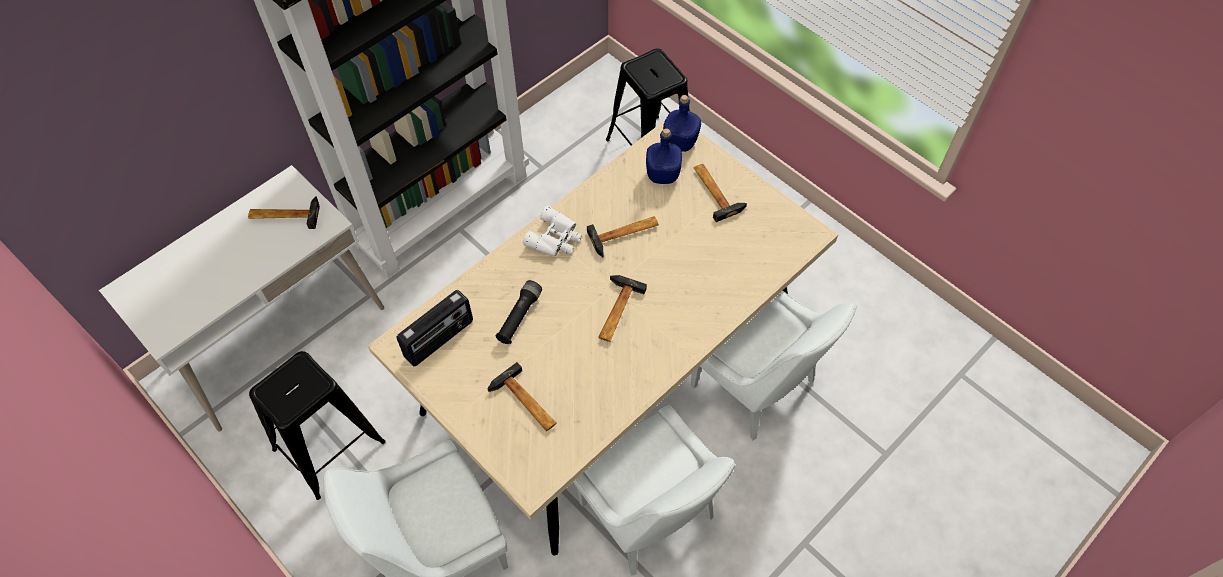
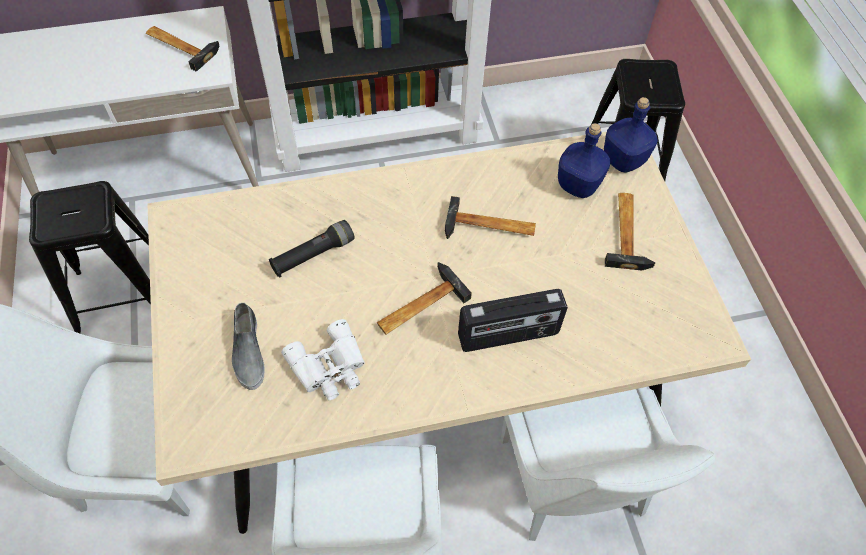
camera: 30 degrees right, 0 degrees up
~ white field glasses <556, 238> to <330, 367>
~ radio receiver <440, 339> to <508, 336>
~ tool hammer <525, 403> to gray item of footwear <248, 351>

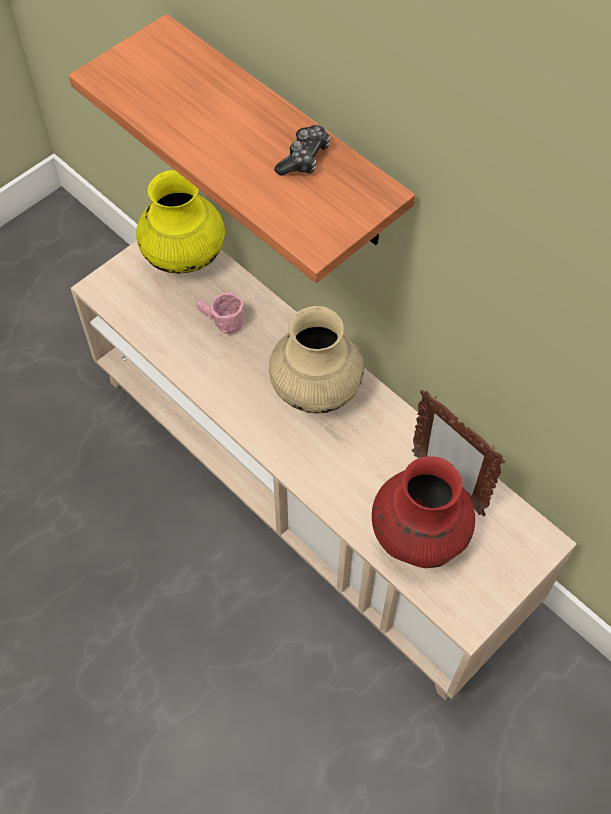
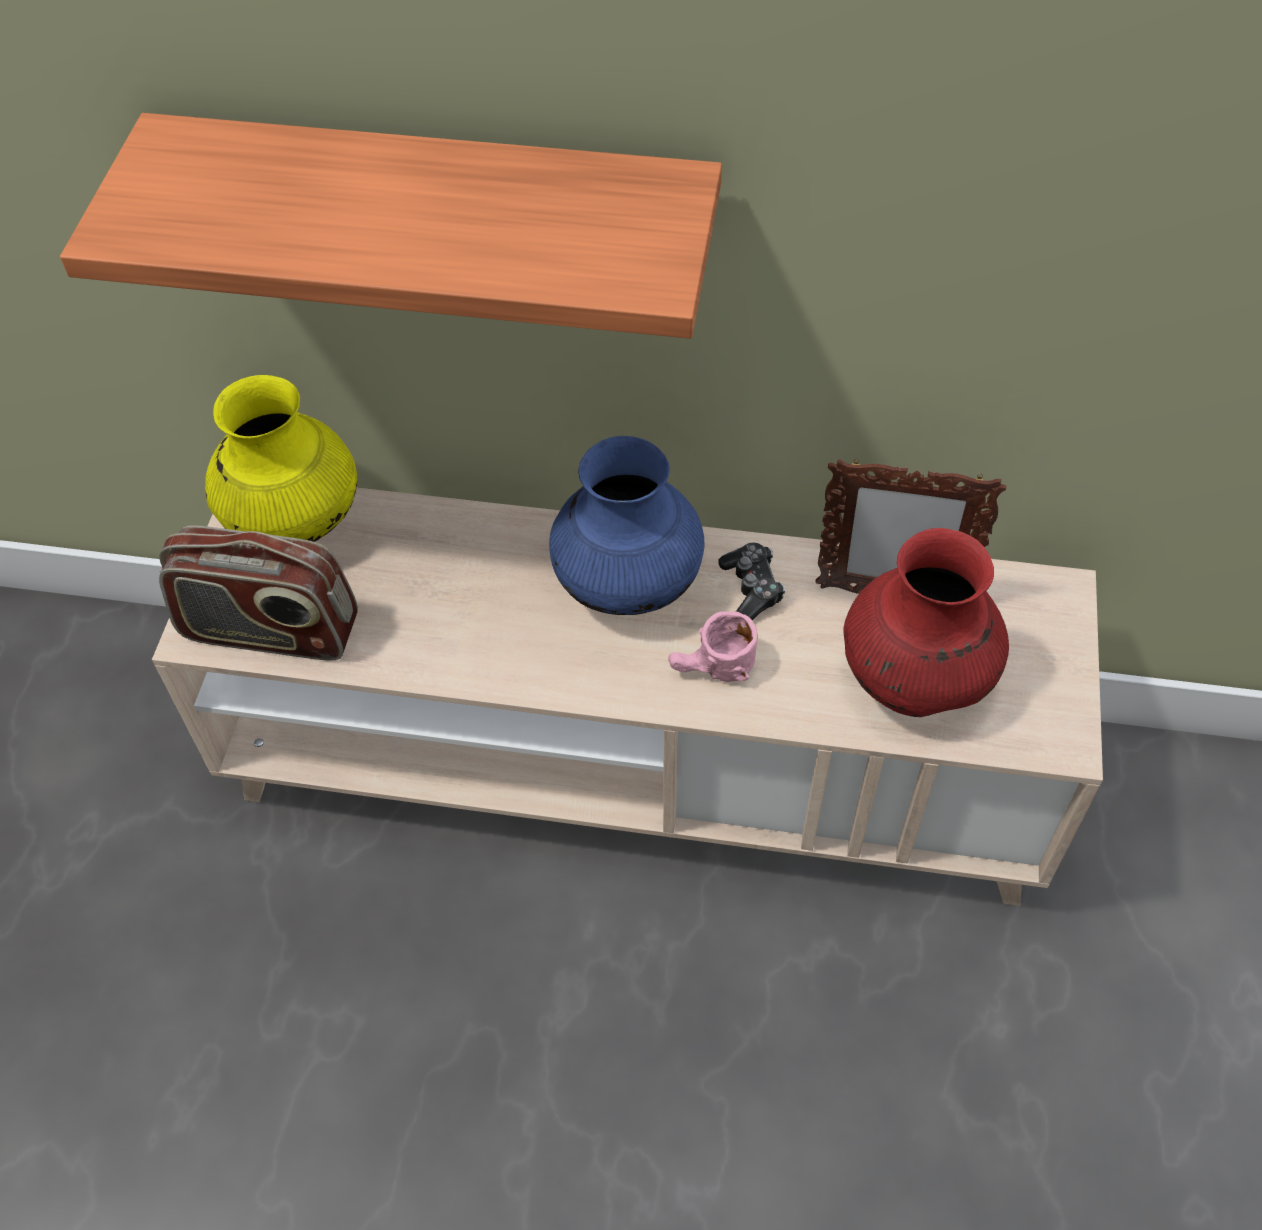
camera: 35 degrees left, 5 degrees down
~ joypad <304, 158> to <752, 588>
~ pinkish mug <220, 322> to <713, 671>
~ sand-coloured flower vase <316, 391> to bluish flower vase <628, 586>
+ radio receiver <270, 631>

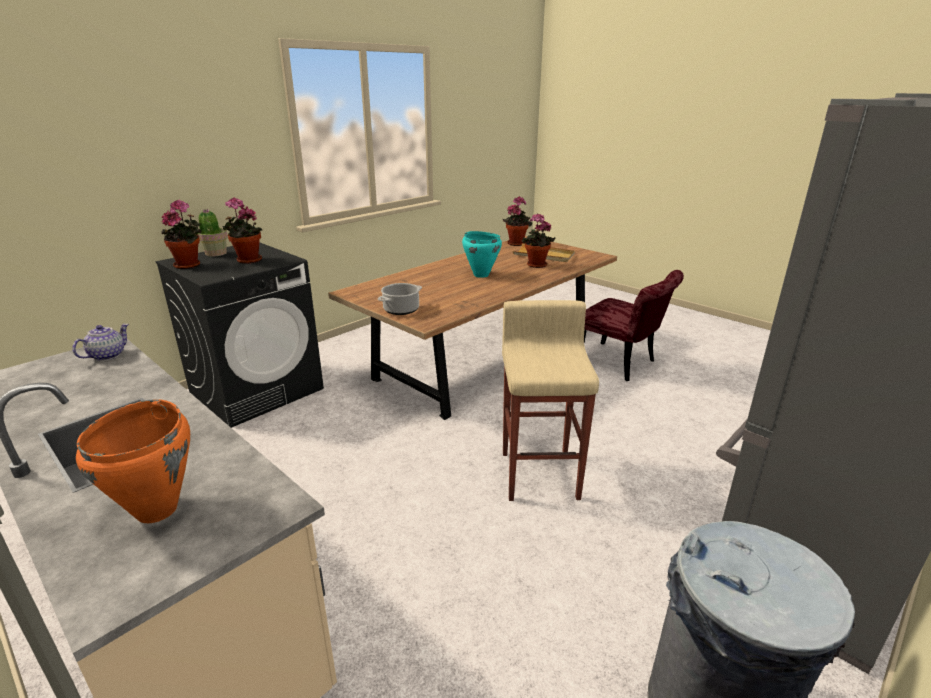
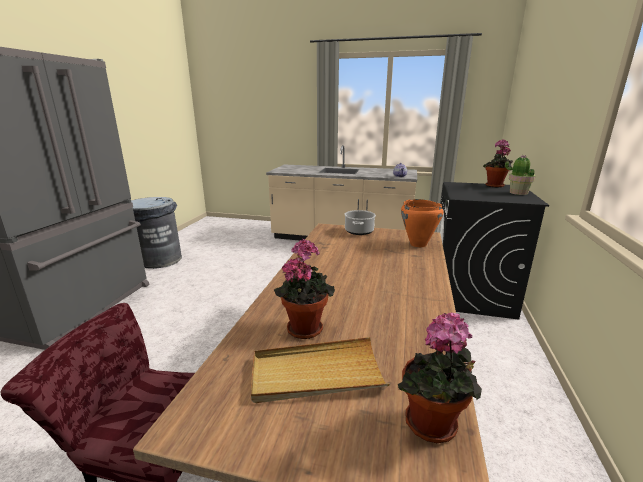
camera: 150 degrees right, 5 degrees down
- plant in a pot <247, 261>
- blue-green stockpot <481, 275>
- sand-coloured sitting stool <540, 474>
~ orange stockpot <158, 509> to <418, 244>

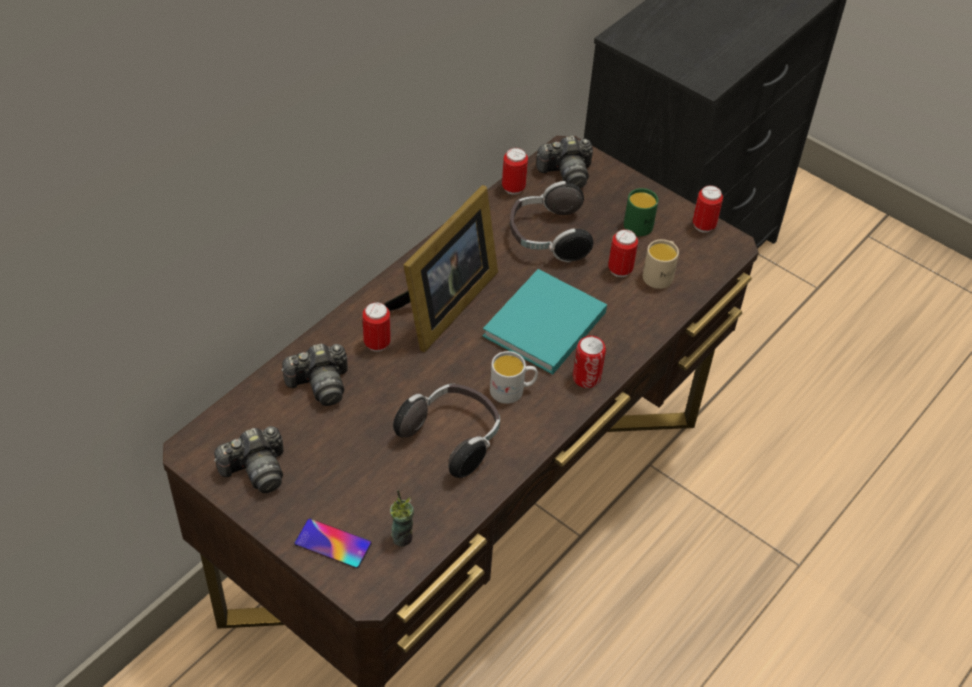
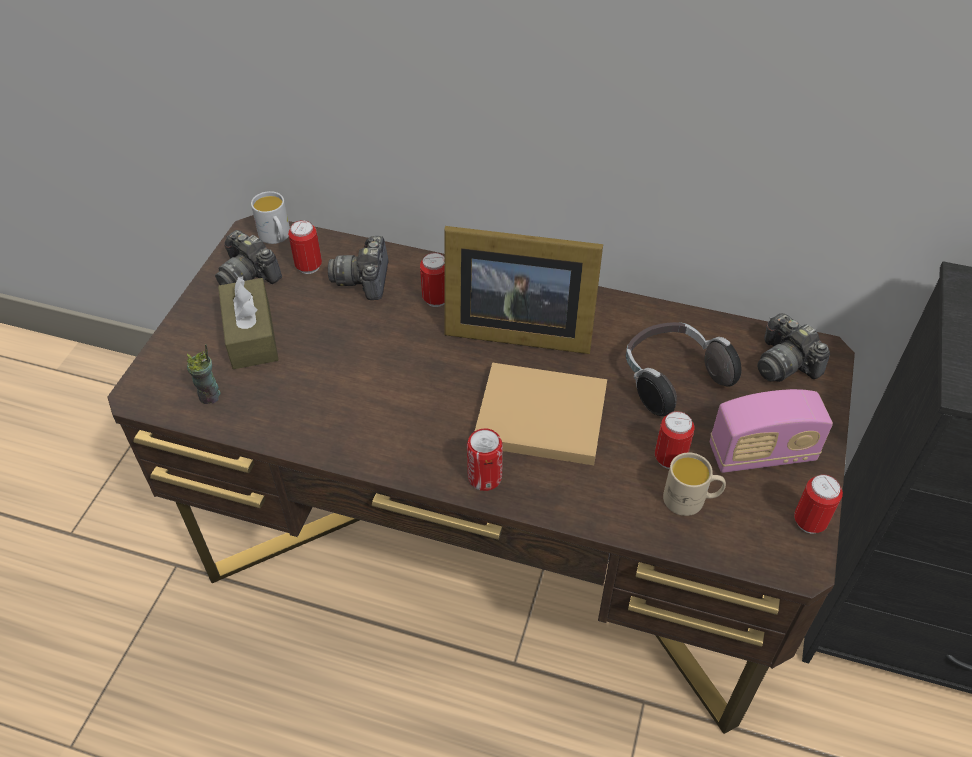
camera: 70 degrees right, 0 degrees up
~ sealed can <513, 188> to <309, 266>
~ green-coloured mug <639, 222> to radio receiver <761, 454>
~ blue-green bound book <542, 326> to sand-coloured bound book <536, 416>
~ photo camera <320, 384> = <364, 279> 45 degrees clockwise
~ white mug <512, 390> to <277, 237>
- pair of headphones <452, 438>
- telephone <333, 544>
+ brown box of tissues <251, 335>

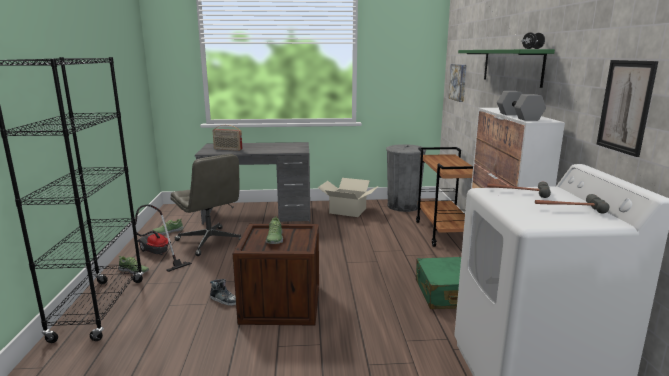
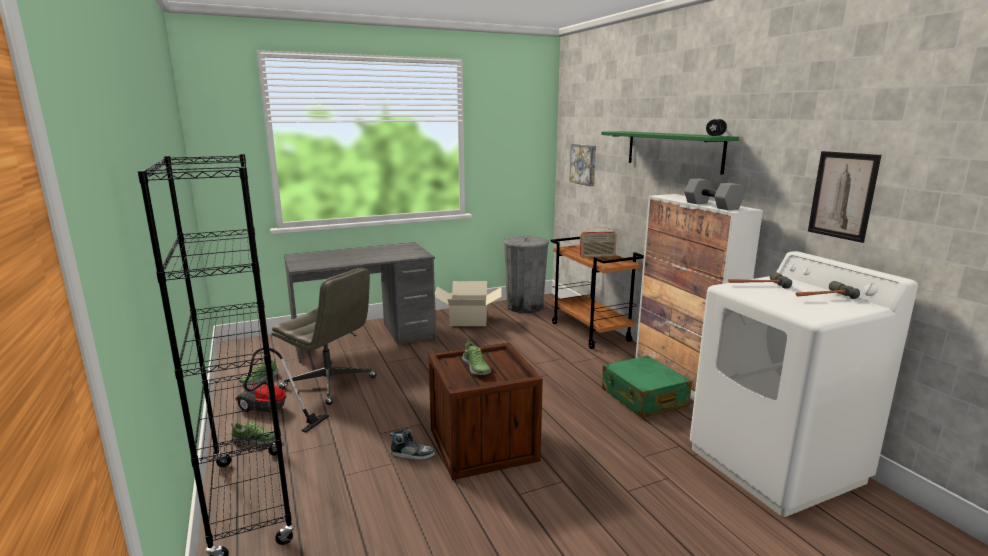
camera: 20 degrees left, 0 degrees up
~ radio receiver <227, 149> to <597, 256>

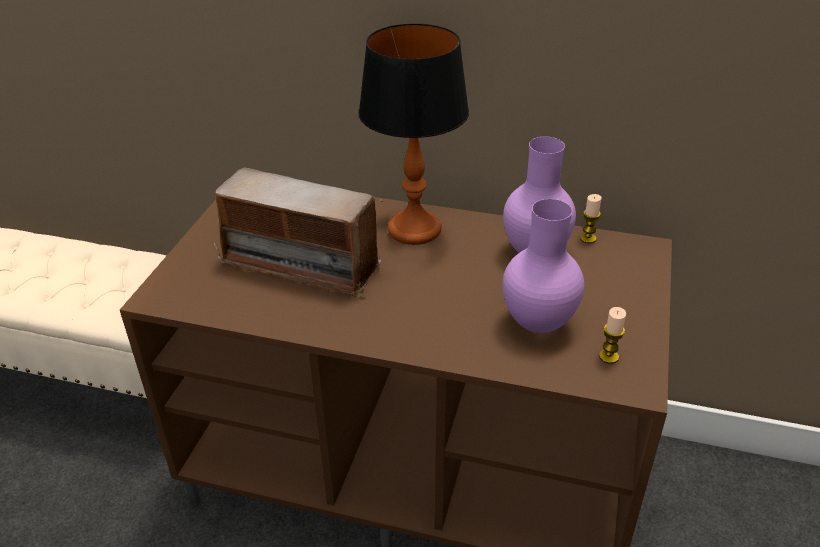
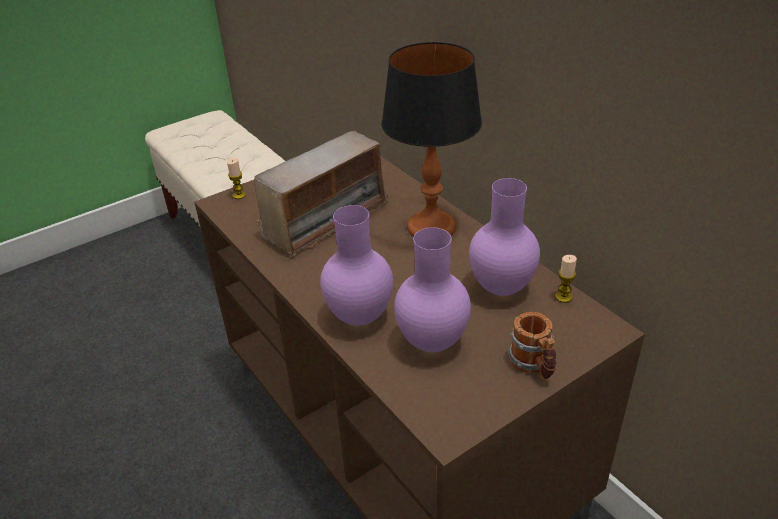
camera: 40 degrees right, 0 degrees up
~ radio receiver <302, 264> = <326, 220> 105 degrees counterclockwise
~ candle <608, 356> to <239, 195>
+ purplish flower vase <361, 317>
+ mug <533, 365>

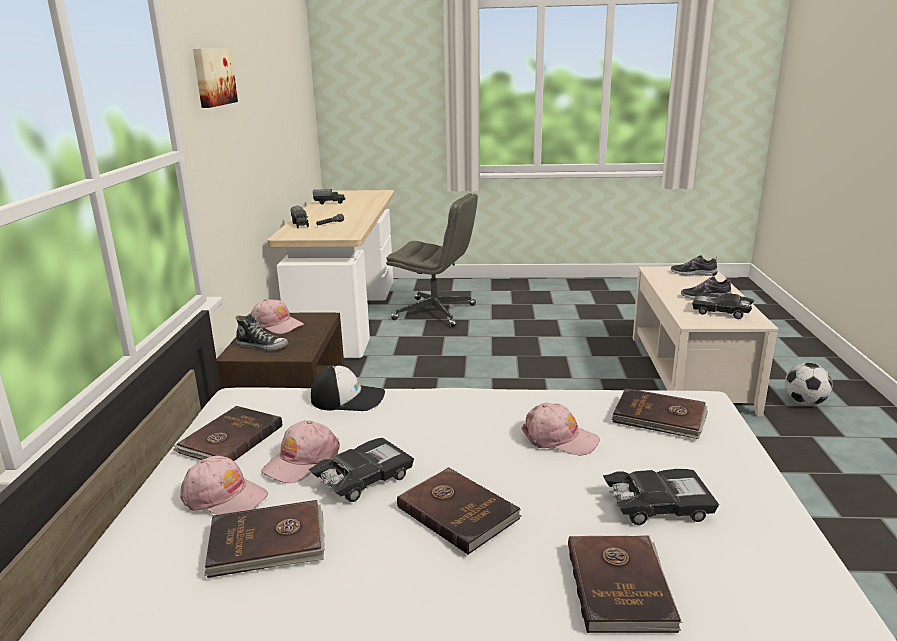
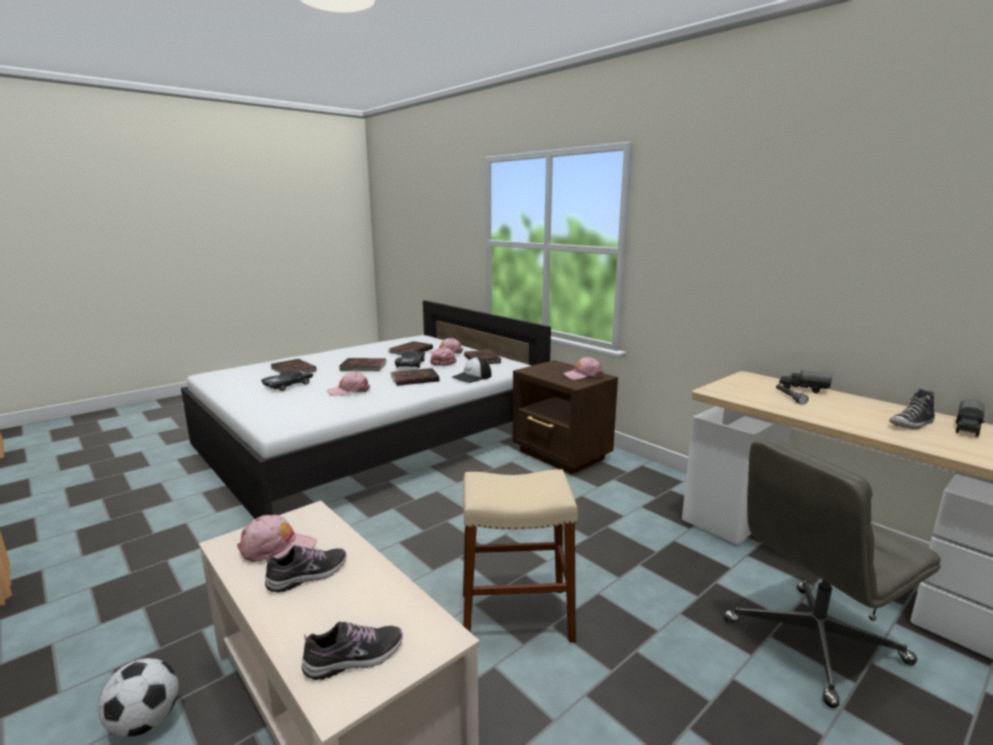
camera: 135 degrees right, 5 degrees down
- wall art <213, 77>
~ blackish miniature car <721, 311> to pinkish cap <277, 548>
~ item of footwear <262, 346> to <911, 424>
~ brown bound book <659, 417> to <414, 379>
+ sand-coloured sitting stool <515, 616>

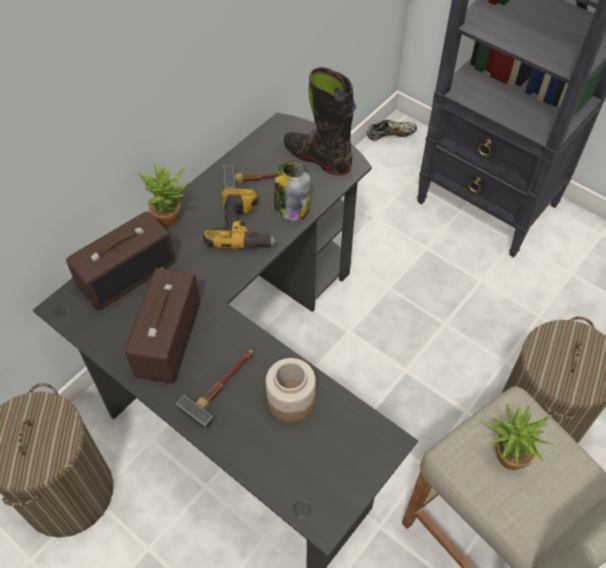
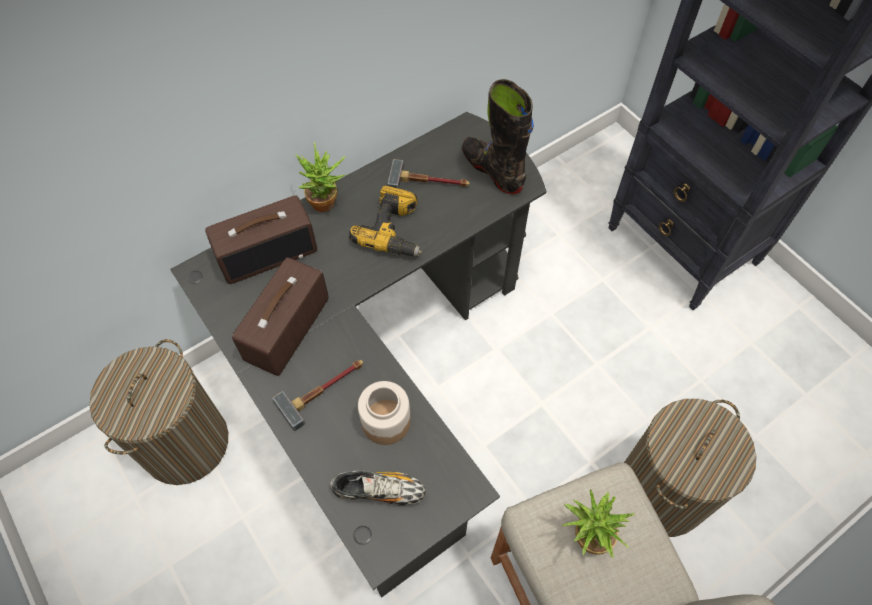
camera: 15 degrees right, 5 degrees up
~ item of footwear <391, 135> to <379, 491>
- preserve jar <291, 207>

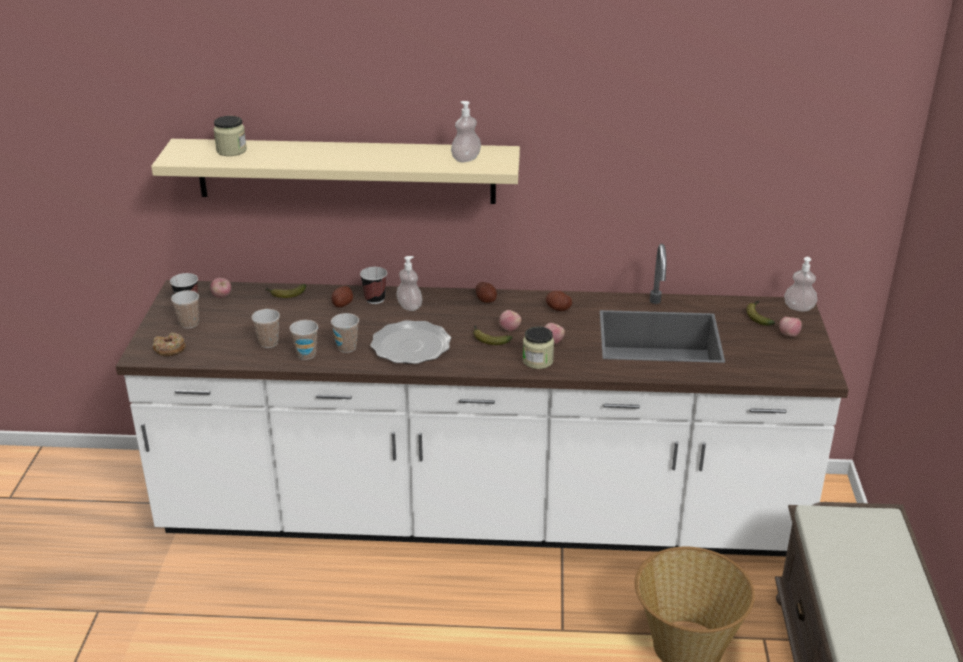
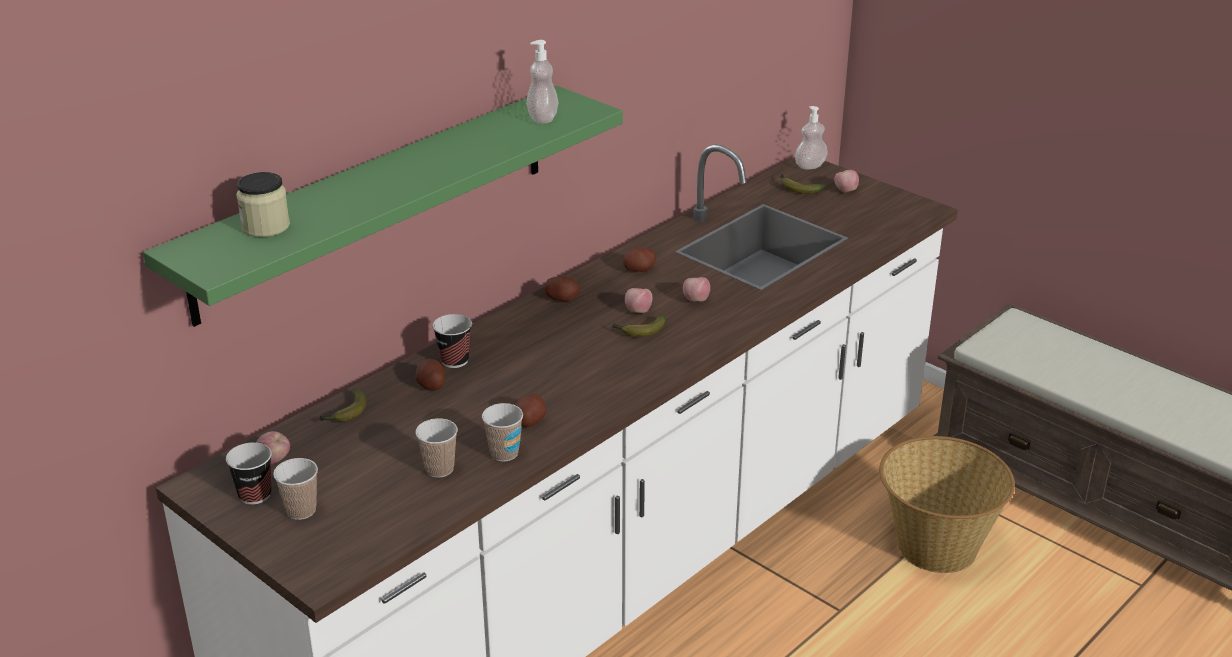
camera: 50 degrees left, 0 degrees up
~ sand-coloured wall shelf <346, 171> to green-coloured wall shelf <376, 201>
- soap dispenser <409, 306>
~ small cup <347, 347> to potato <529, 421>
- dinner plate <411, 346>
- preserve jar <537, 361>
- doughnut <169, 349>

